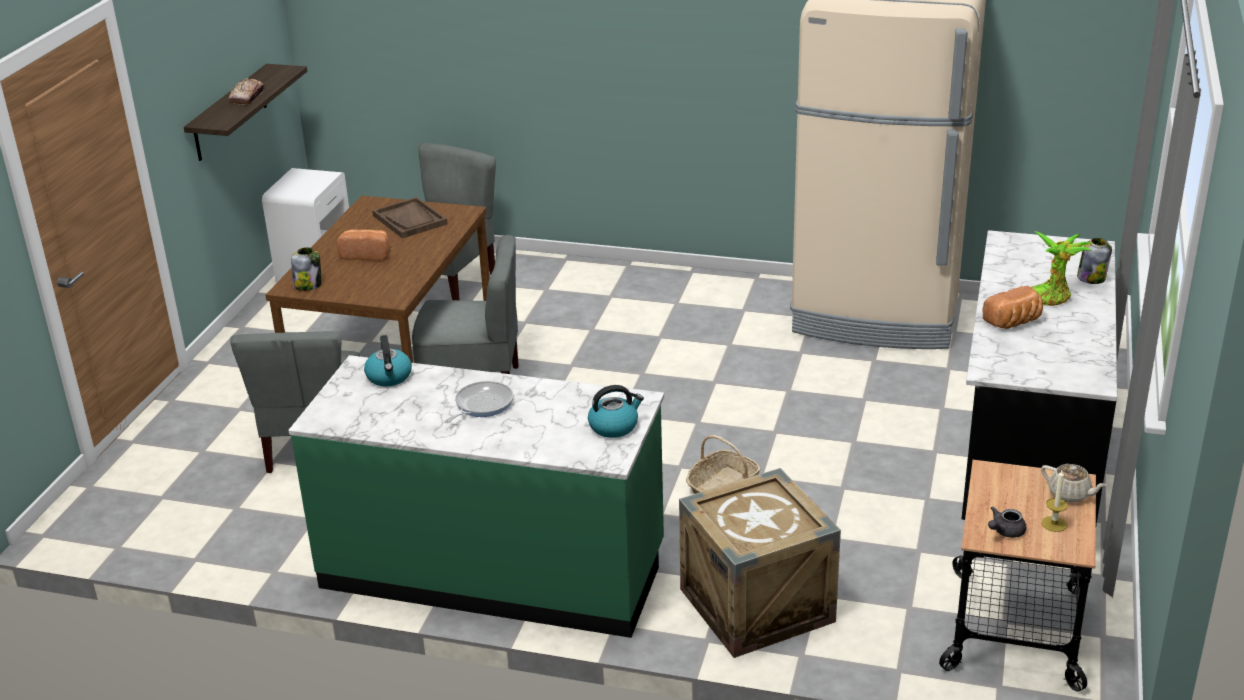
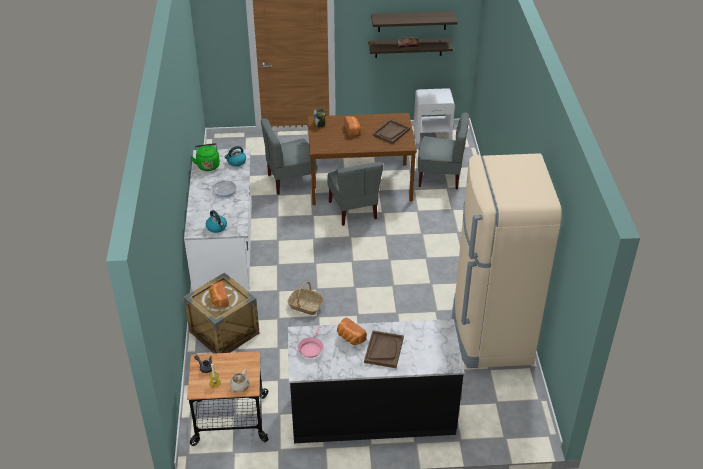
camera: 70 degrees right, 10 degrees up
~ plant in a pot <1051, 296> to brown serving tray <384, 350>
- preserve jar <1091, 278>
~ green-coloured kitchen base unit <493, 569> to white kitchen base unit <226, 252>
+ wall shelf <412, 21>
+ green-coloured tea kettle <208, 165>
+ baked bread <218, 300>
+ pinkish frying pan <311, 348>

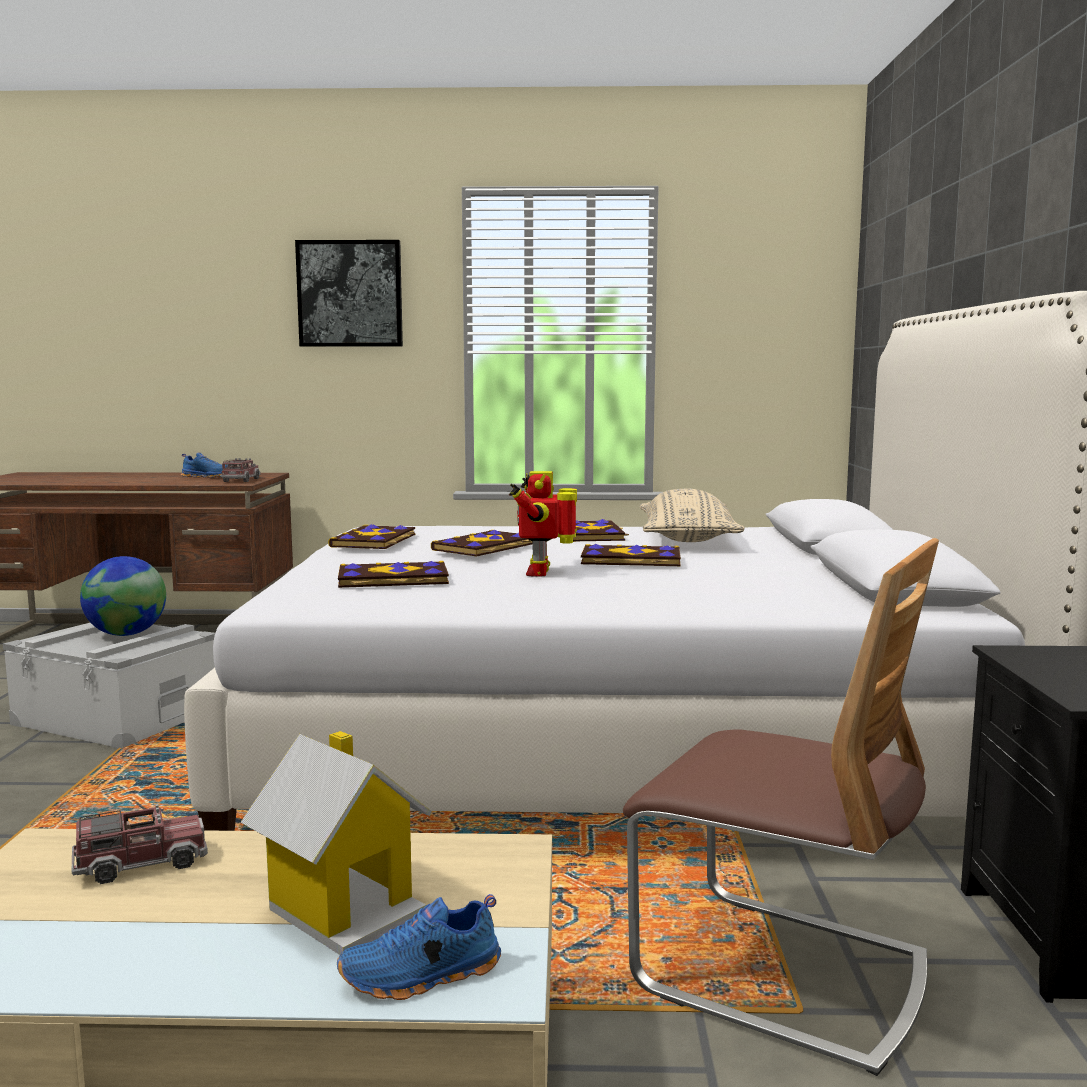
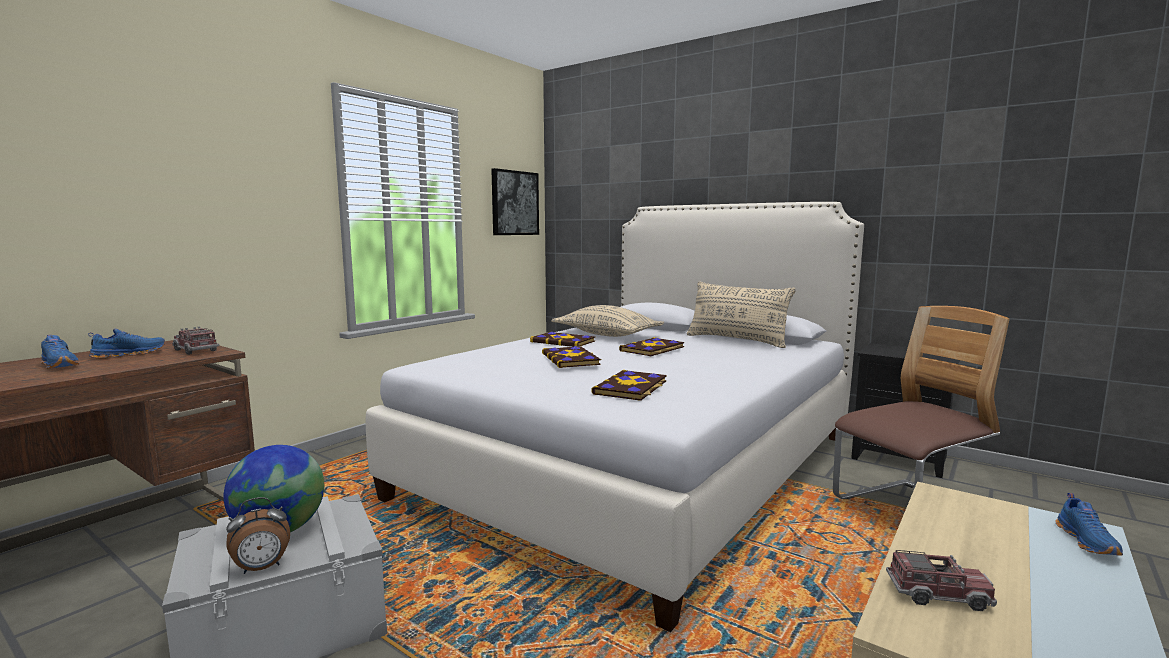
camera: 55 degrees left, 0 degrees up
~ wall art <350, 294> to <514, 203>
- robot figure <541, 572>
- bound book <375, 541>
- model house <344, 908>
~ toy lorry <141, 863> = <938, 595> 90 degrees clockwise
+ sand-coloured throw pillow <736, 340>
+ bluish item of footwear <61, 365>
+ bedside clock <261, 568>

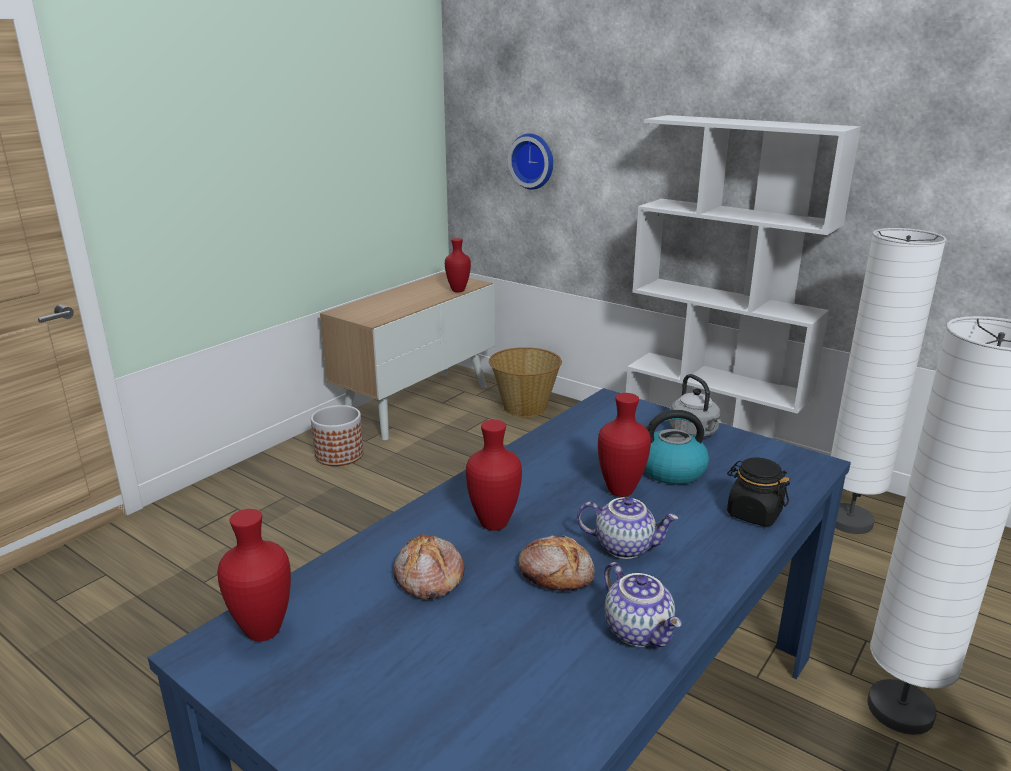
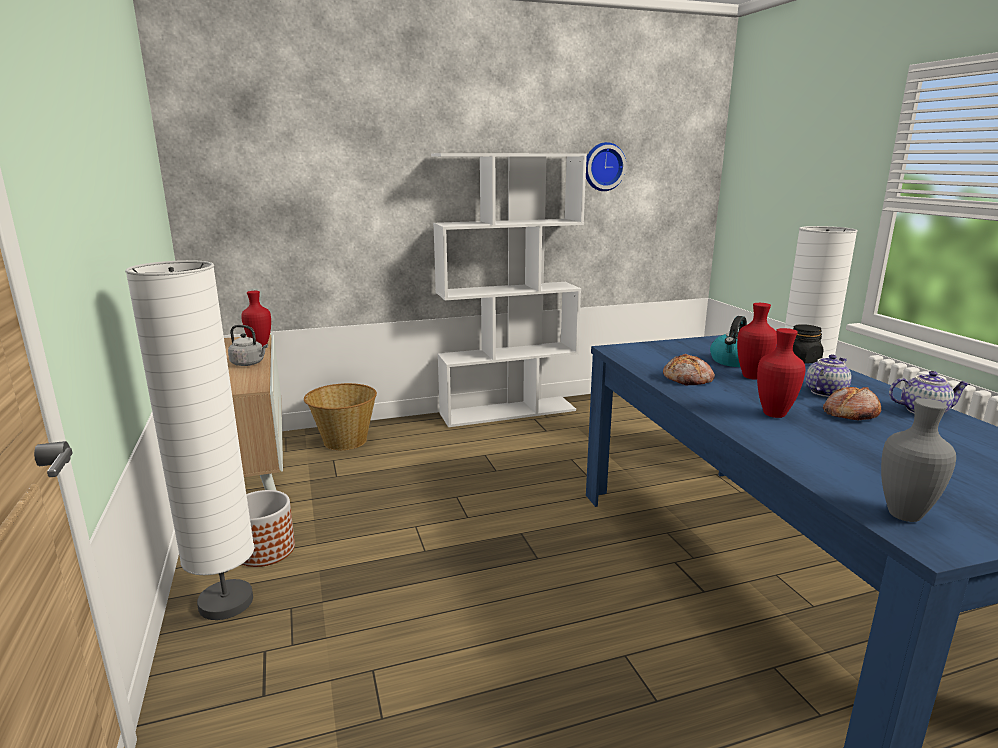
camera: 55 degrees left, 5 degrees down
~ hanging clock <533, 161> to <603, 167>
~ white standing lamp <849, 521> to <226, 602>
~ gray tea kettle <695, 432> to <249, 363>
~ red flower vase <261, 632> to gray flower vase <904, 516>
~ baked bread <428, 578> to <688, 379>

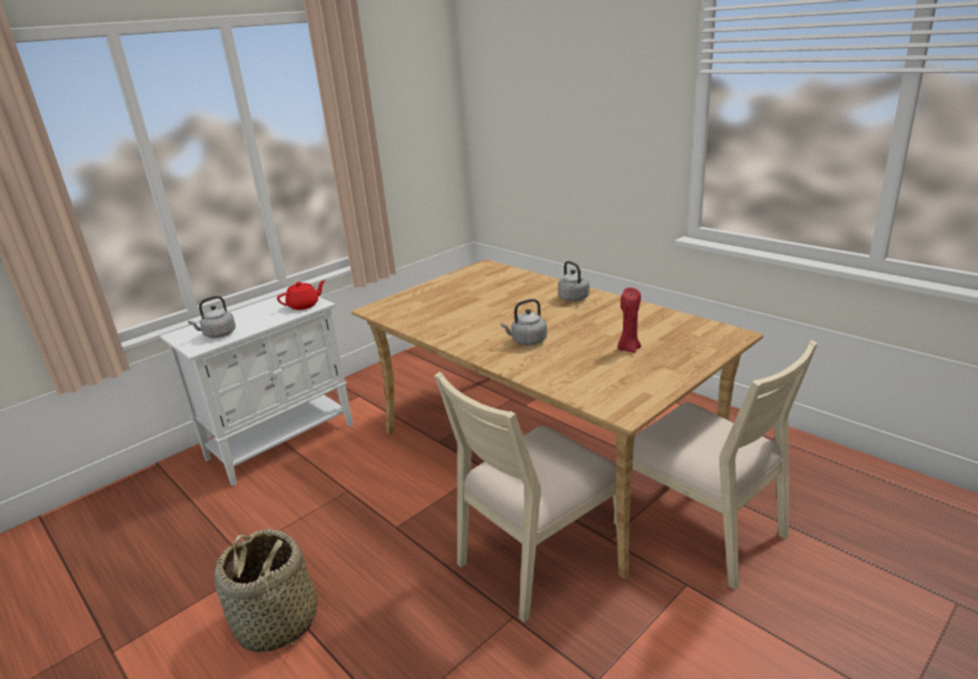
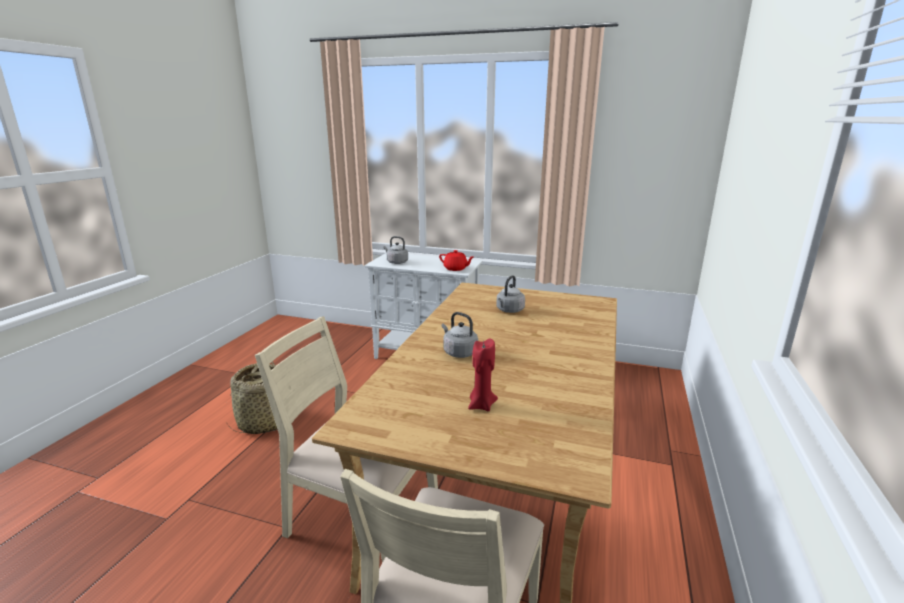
camera: 60 degrees right, 5 degrees down
~ gray tea kettle <575, 298> to <509, 310>

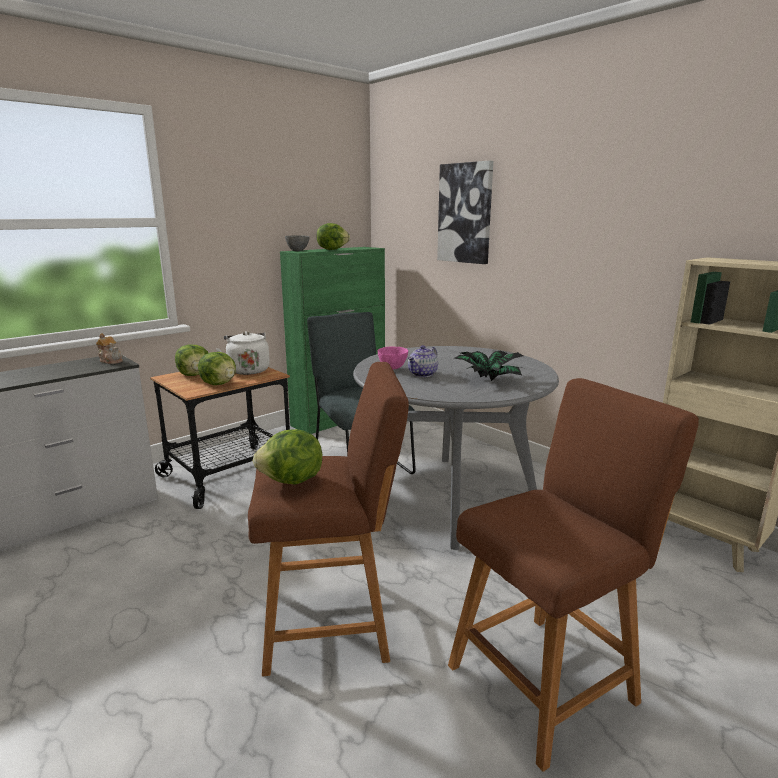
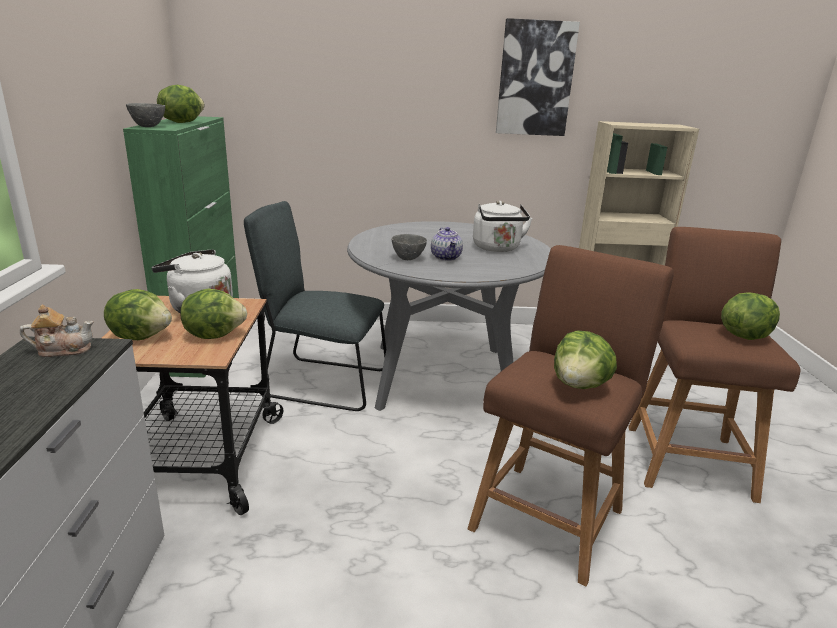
camera: 50 degrees left, 5 degrees up
~ wall art <465, 213> to <535, 79>
~ pinkish deep dish <393, 368> to gray deep dish <408, 258>
~ plant in a pot <488, 379> to white tea kettle <497, 248>
+ lettuce <744, 335>

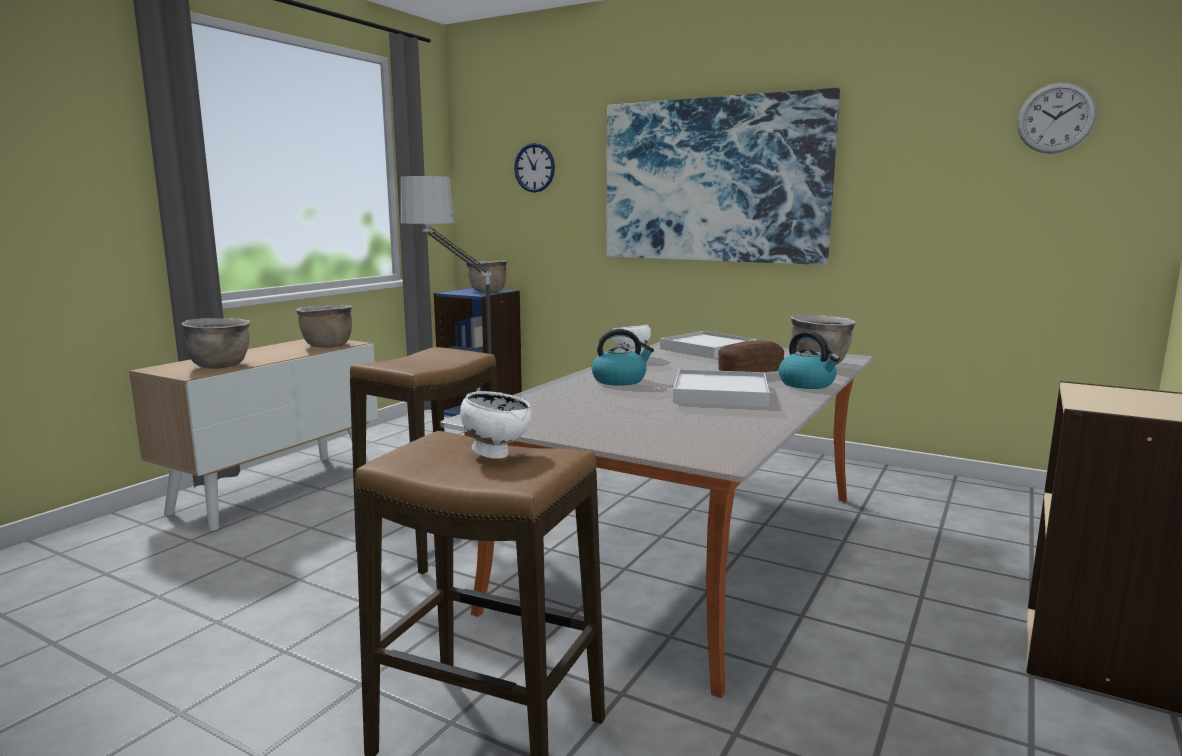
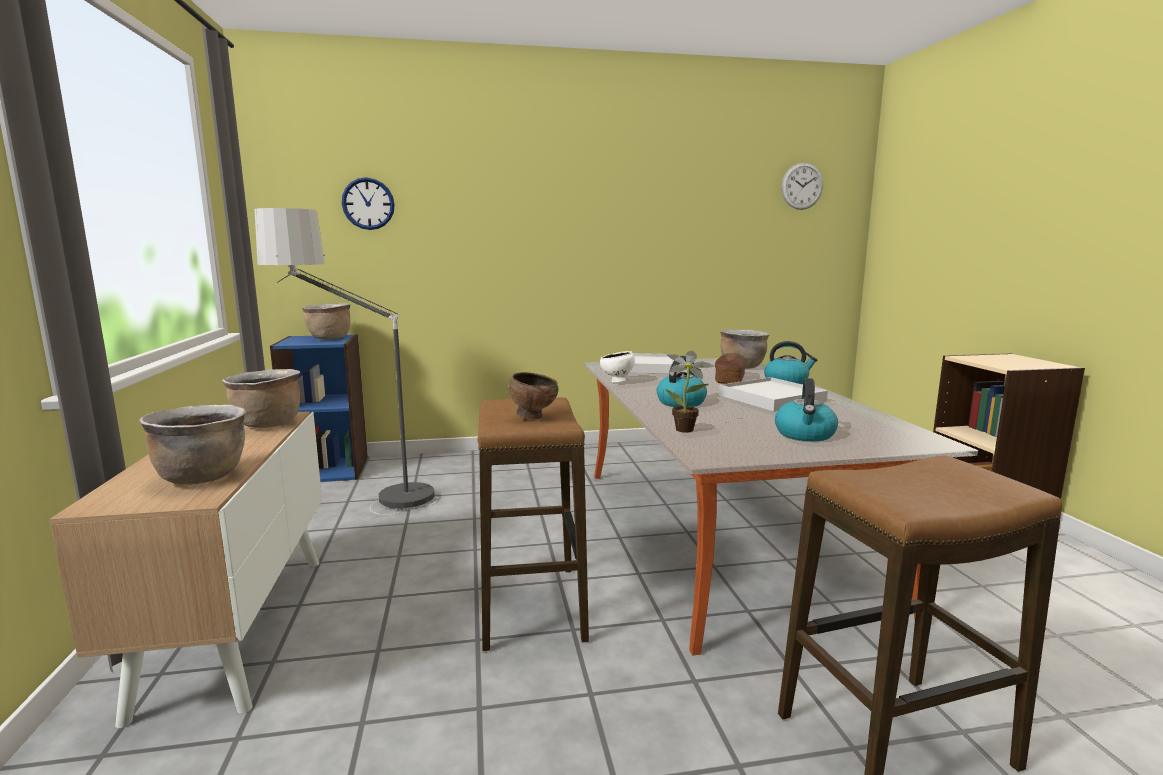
camera: 40 degrees left, 0 degrees up
- wall art <713, 180>
- white deep dish <496, 454>
+ plant in a pot <687, 430>
+ brown deep dish <533, 417>
+ tea kettle <805, 435>

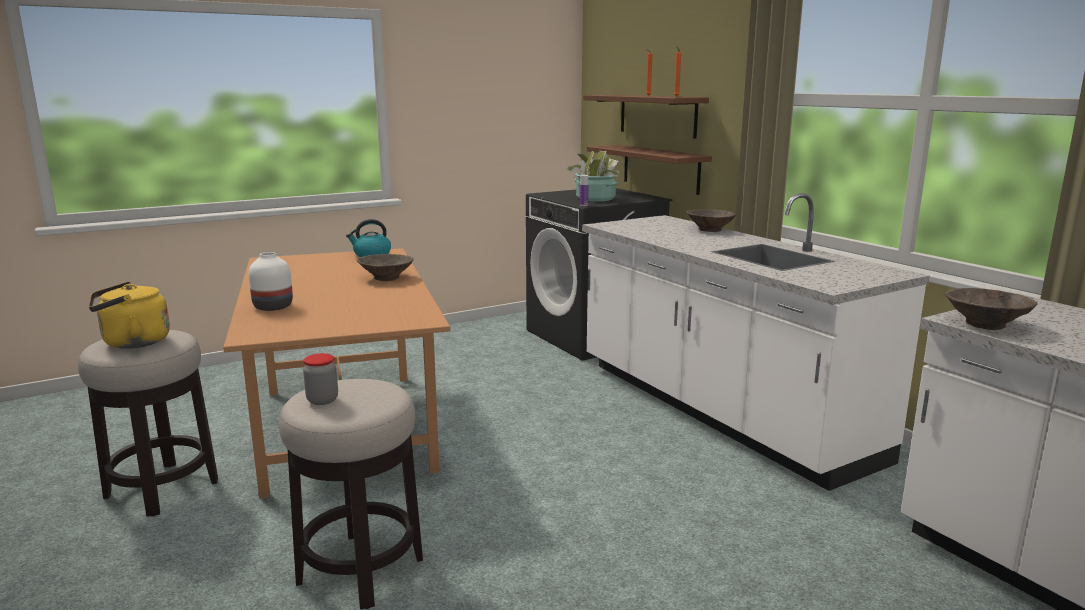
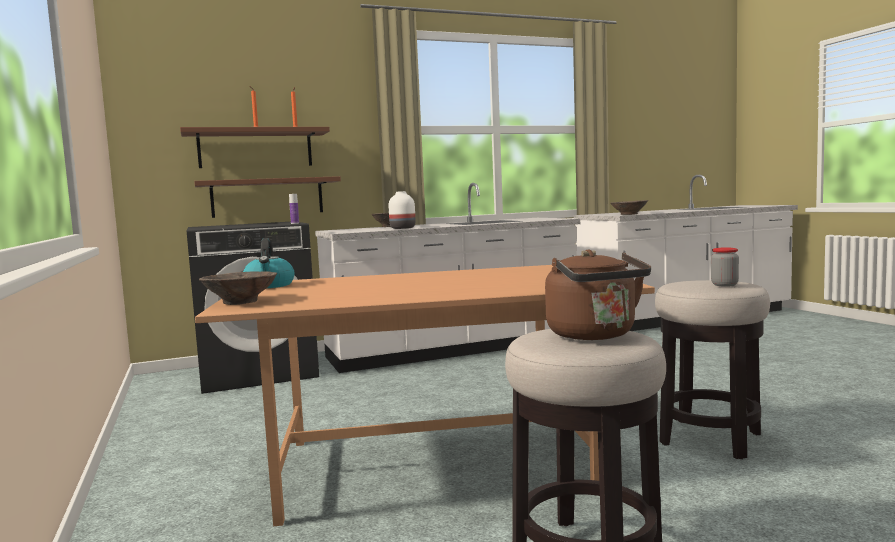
camera: 80 degrees left, 10 degrees down
- plant in a pot <595, 199>
~ white flower vase <274, 306> to <402, 228>
~ brown deep dish <386, 278> to <241, 302>
~ yellowish tea kettle <132, 343> to brown tea kettle <595, 335>

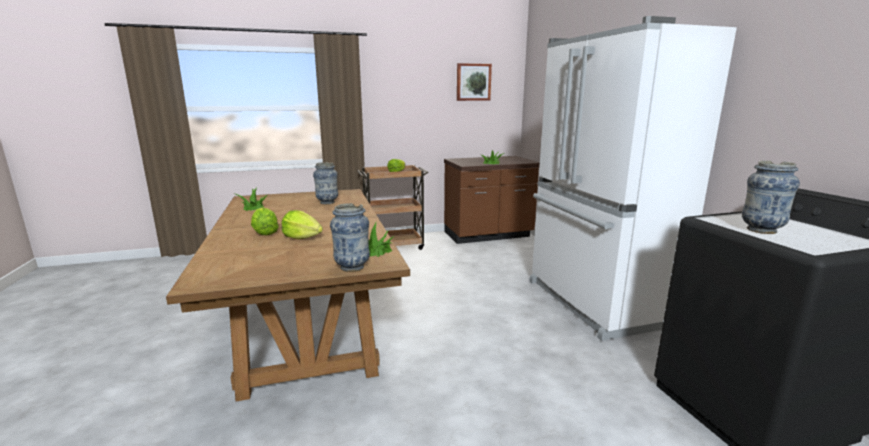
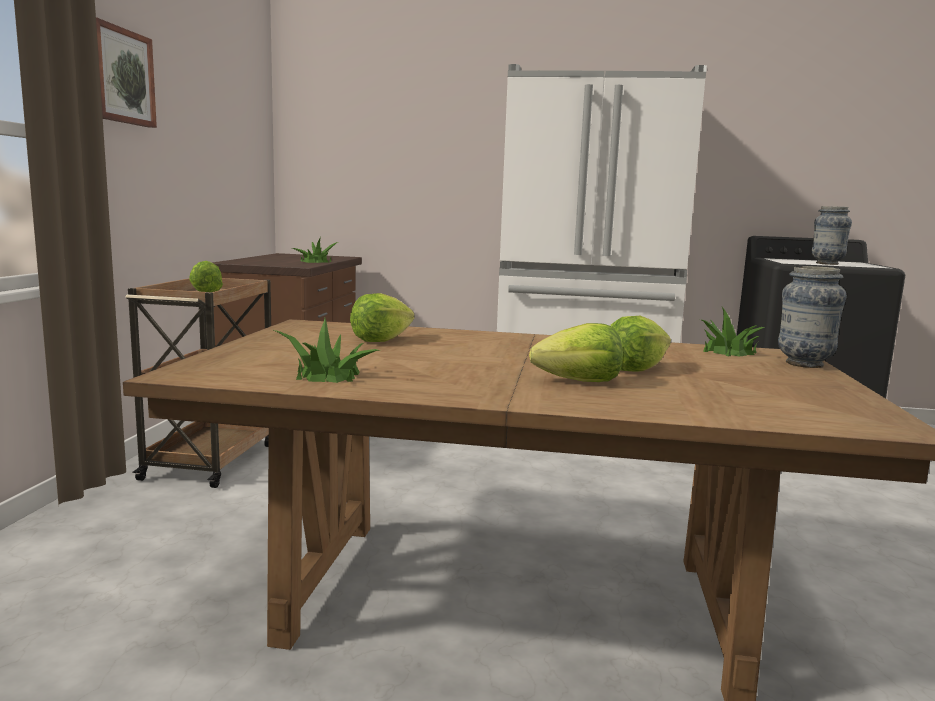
camera: 65 degrees left, 5 degrees down
~ wall art <473, 82> to <120, 76>
~ flower vase <327, 202> to lettuce <381, 339>

